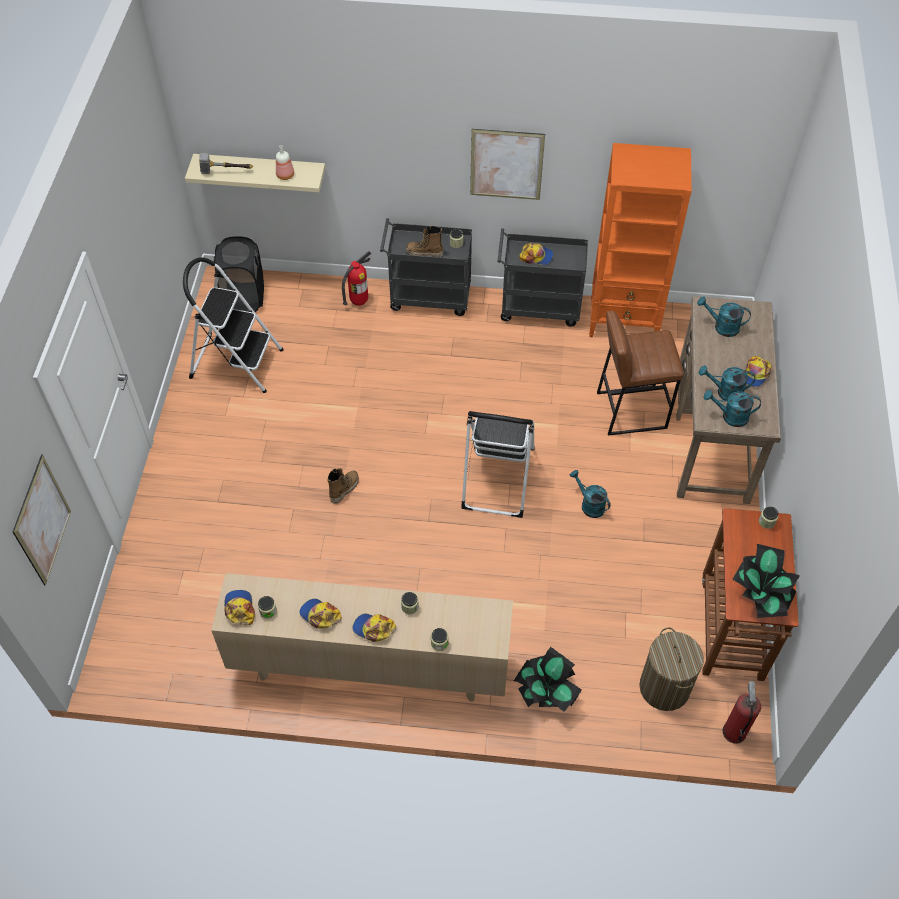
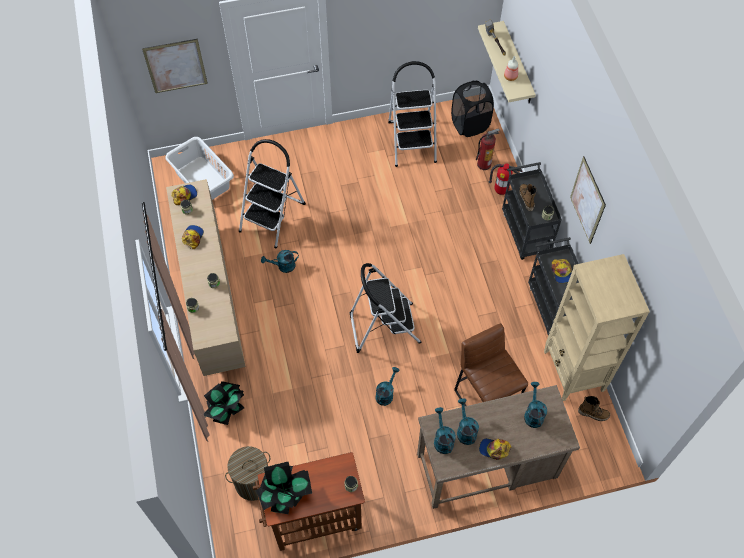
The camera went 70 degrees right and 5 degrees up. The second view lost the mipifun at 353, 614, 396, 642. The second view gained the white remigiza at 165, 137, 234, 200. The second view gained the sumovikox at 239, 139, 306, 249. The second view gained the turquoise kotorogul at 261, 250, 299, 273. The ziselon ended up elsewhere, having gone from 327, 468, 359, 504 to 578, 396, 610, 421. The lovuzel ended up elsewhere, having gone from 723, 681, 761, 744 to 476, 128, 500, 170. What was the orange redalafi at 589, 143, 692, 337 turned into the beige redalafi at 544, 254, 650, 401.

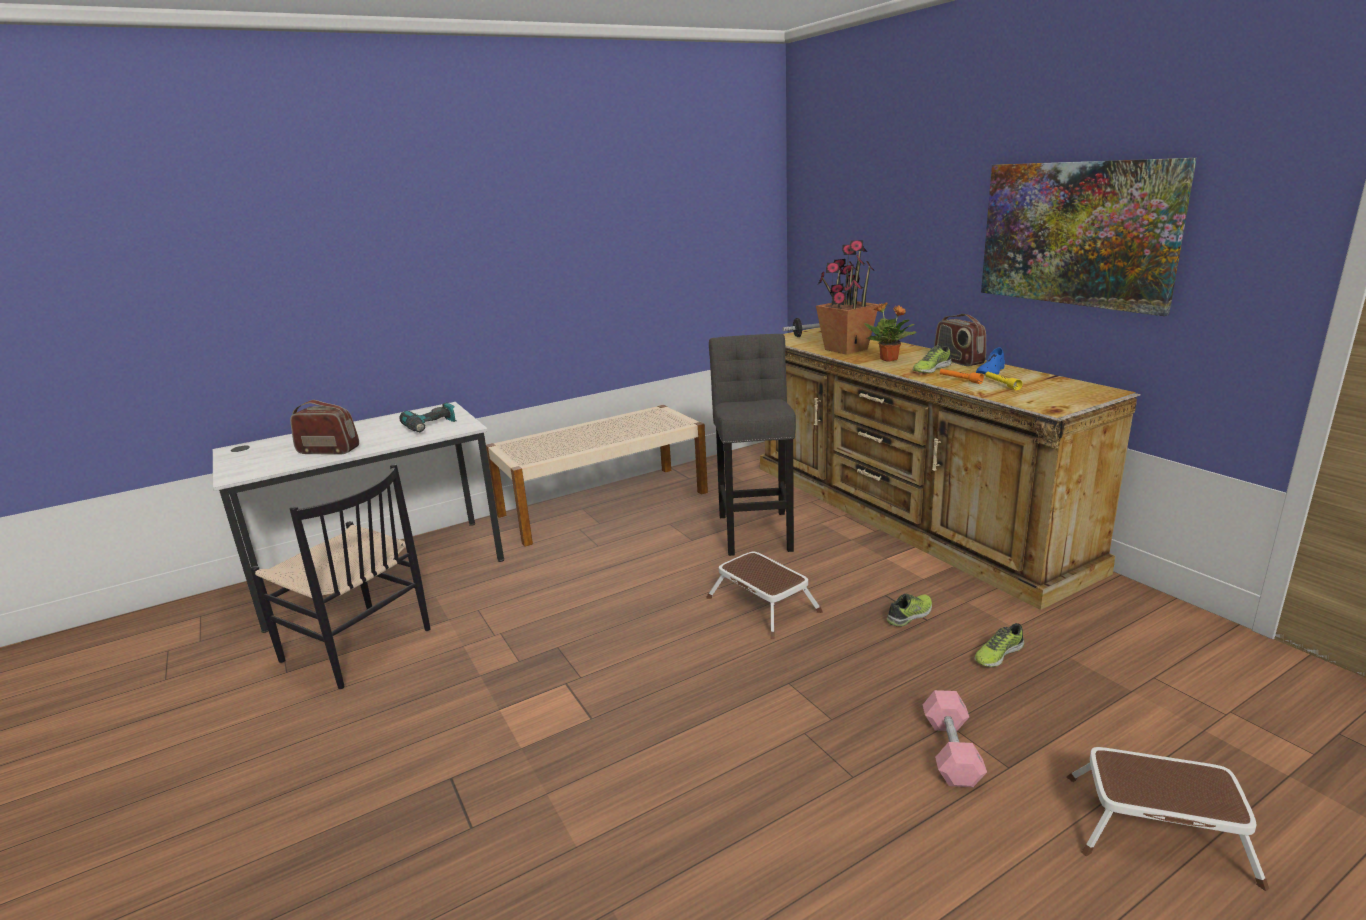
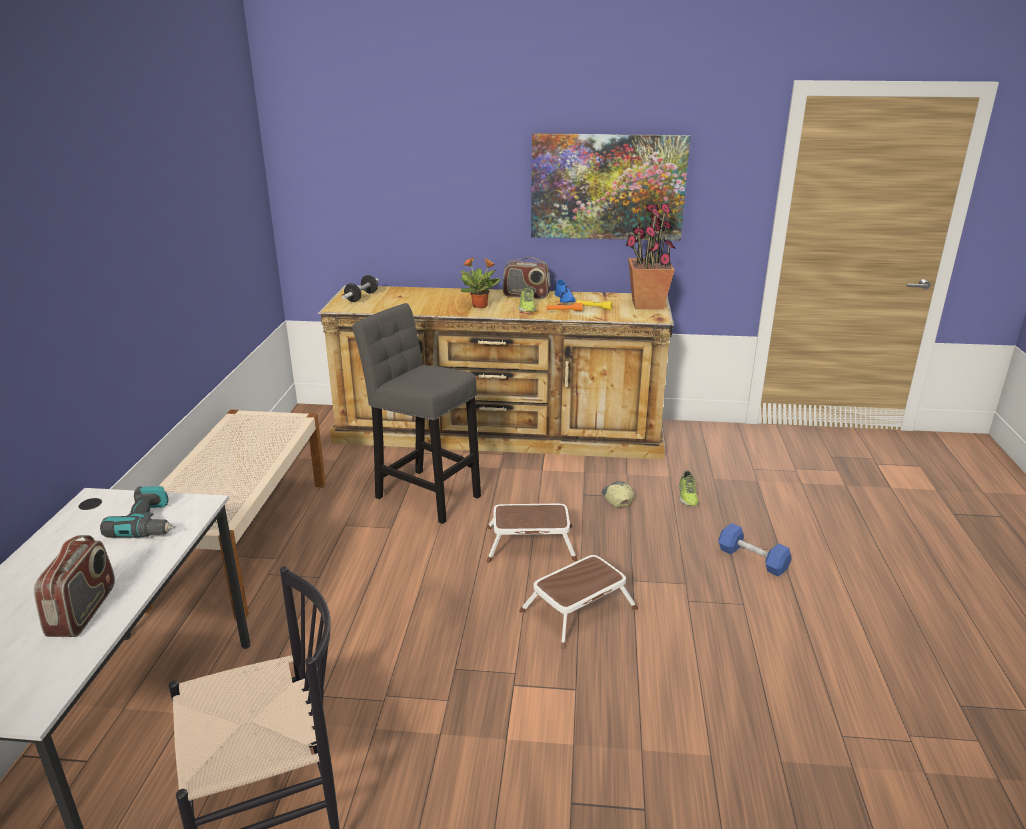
The camera went 55 degrees left and 5 degrees up. The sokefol ended up elsewhere, having gone from 816, 240, 879, 355 to 626, 203, 676, 309. The brown sumovikox ended up elsewhere, having gone from 1067, 747, 1269, 891 to 519, 555, 638, 649. Where the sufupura stood at 887, 594, 932, 627, the mipifun came to stand at 602, 481, 634, 508. What was the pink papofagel at 923, 690, 987, 787 turned into the blue papofagel at 718, 523, 792, 576. The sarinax at 290, 400, 359, 455 ended up facing another way, 135 degrees clockwise from before.

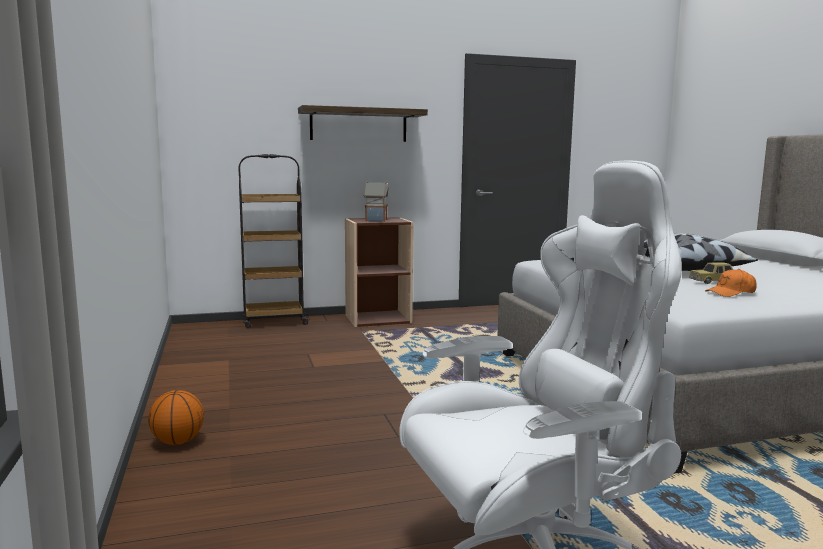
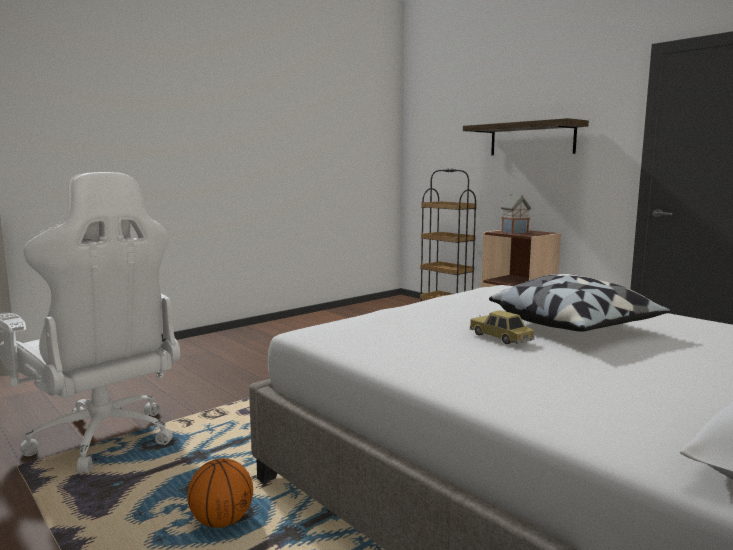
The camera went 65 degrees right and 0 degrees up. The second view lost the orange mipifun at 705, 269, 756, 297. The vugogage ended up elsewhere, having gone from 148, 390, 204, 445 to 187, 458, 253, 528.

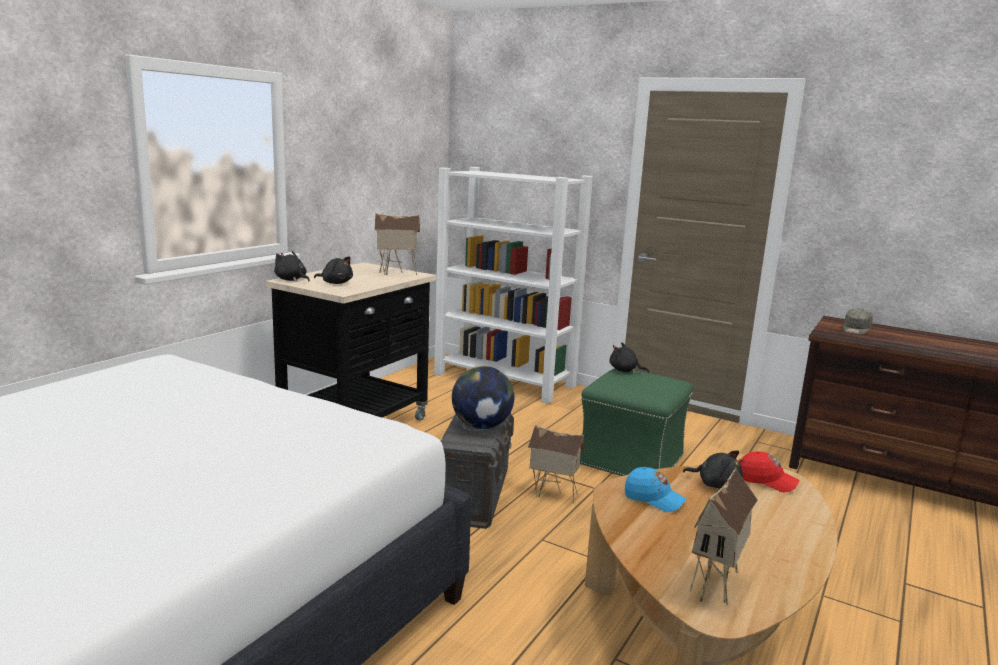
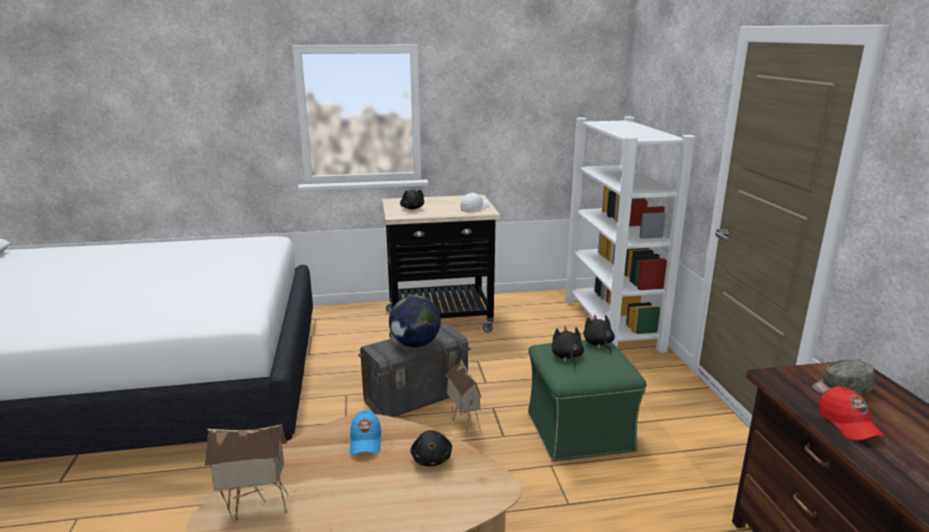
The camera went 50 degrees right and 5 degrees up. The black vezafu ended up elsewhere, having gone from 274, 251, 310, 282 to 552, 326, 584, 367. The red mipifun ended up elsewhere, having gone from 740, 451, 800, 492 to 818, 387, 885, 440. Where the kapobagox stood at 374, 213, 420, 275, the white mipifun came to stand at 460, 193, 490, 212.

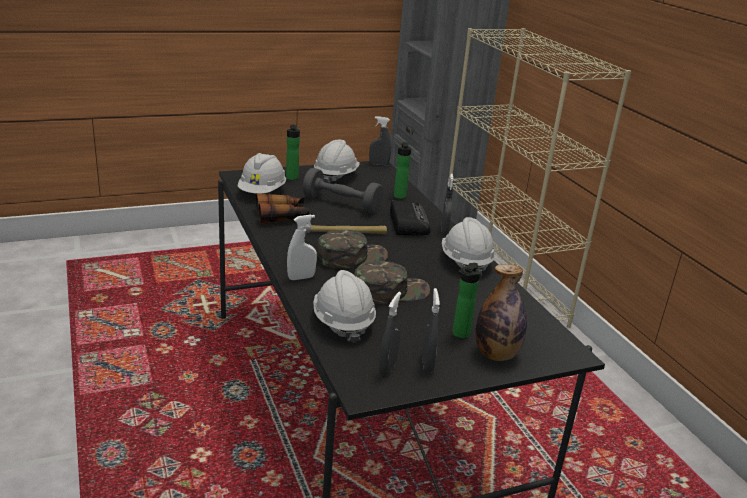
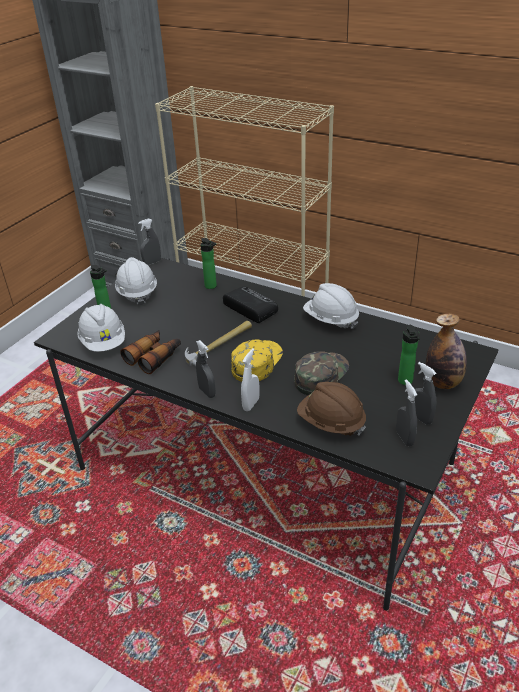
The camera went 35 degrees left and 10 degrees up. The second view lost the grey papofagel at 303, 168, 383, 214. The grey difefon ended up elsewhere, having gone from 441, 174, 454, 234 to 196, 340, 216, 398. What was the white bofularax at 313, 270, 376, 343 turned into the brown bofularax at 297, 382, 366, 436. What was the green mipifun at 317, 230, 388, 268 turned into the yellow mipifun at 231, 339, 283, 382.

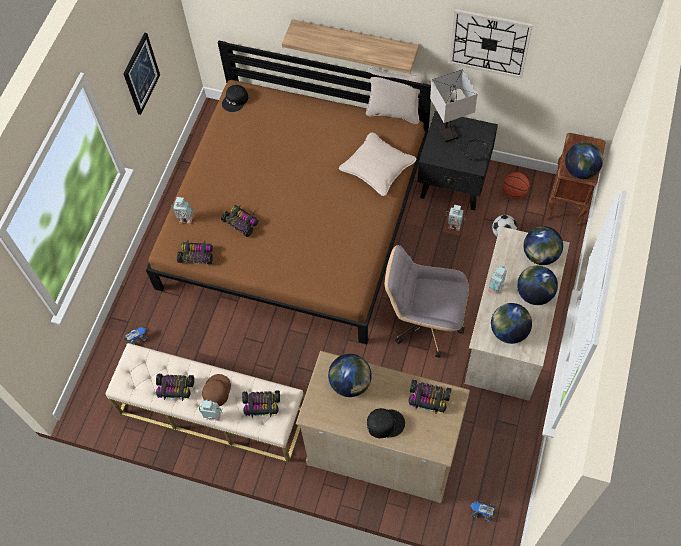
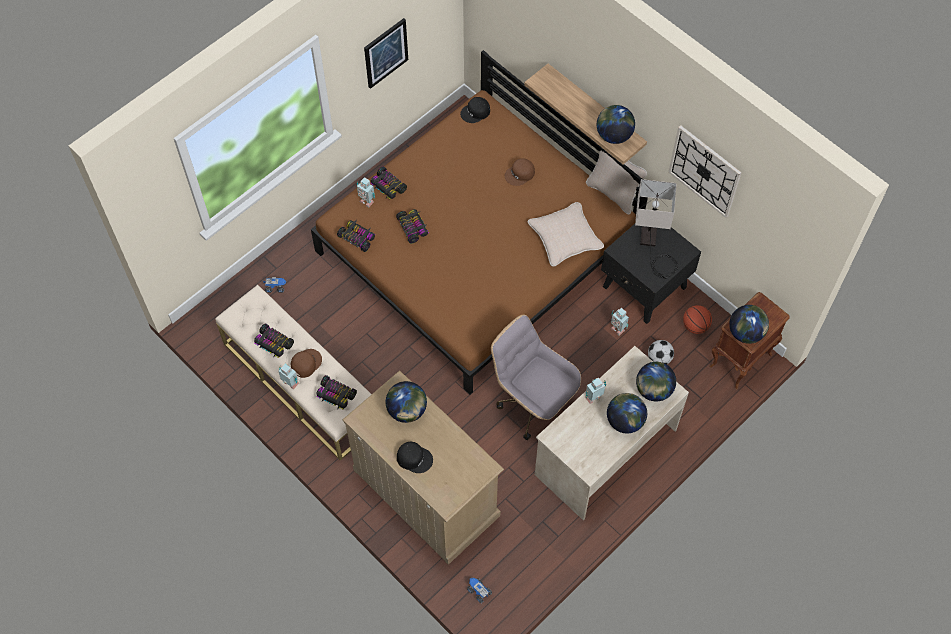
The camera went 25 degrees right and 0 degrees up. The second view gained the brown mipifun at 505, 158, 535, 186. The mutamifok ended up elsewhere, having gone from 409, 380, 451, 414 to 370, 167, 407, 199. The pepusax ended up elsewhere, having gone from 491, 303, 532, 344 to 597, 105, 635, 144.

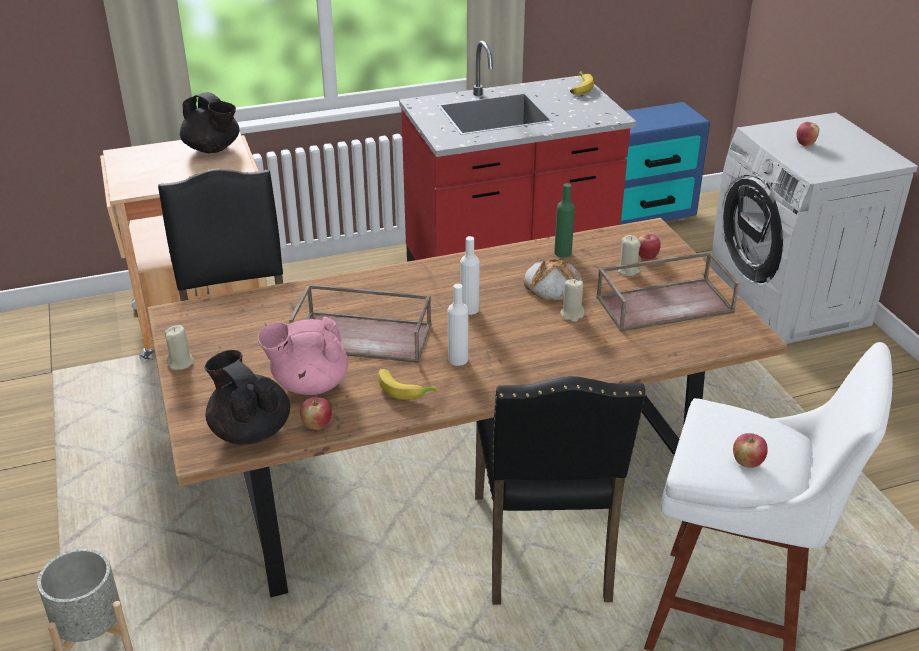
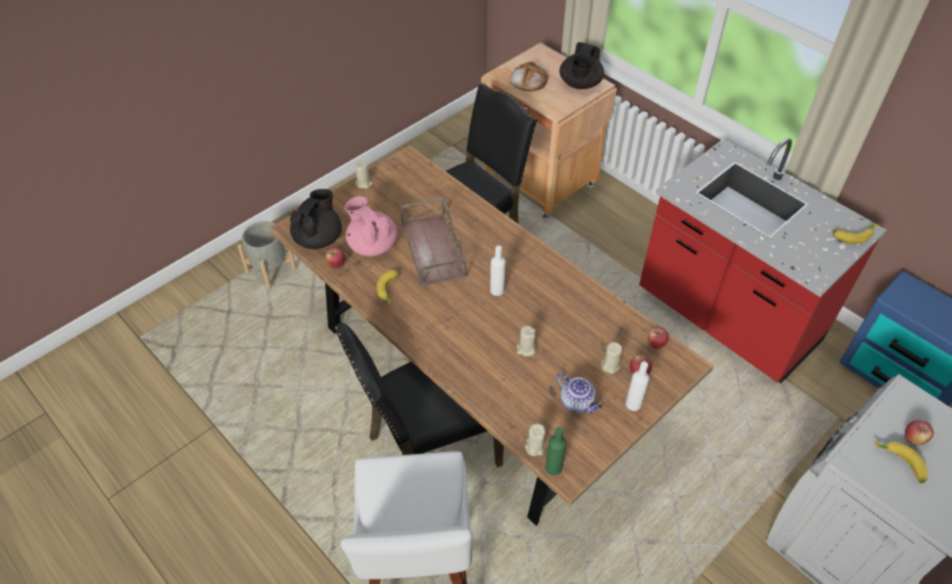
The camera went 65 degrees right and 15 degrees up. The second view gained the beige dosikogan at 525, 424, 545, 456. The second view gained the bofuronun at 874, 441, 928, 483. The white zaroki ended up elsewhere, having gone from 448, 284, 468, 366 to 626, 361, 649, 411. The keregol ended up elsewhere, having gone from 523, 259, 583, 301 to 510, 62, 548, 91. The green zaroki ended up elsewhere, having gone from 554, 183, 575, 257 to 545, 427, 566, 475. The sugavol ended up elsewhere, having gone from 733, 433, 768, 468 to 647, 326, 669, 349. Where the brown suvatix stood at 596, 251, 739, 332, the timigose came to stand at 556, 372, 602, 413.

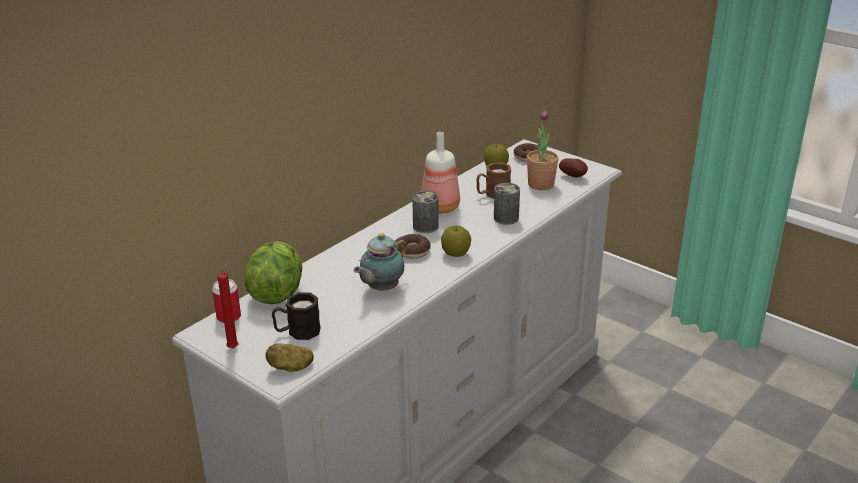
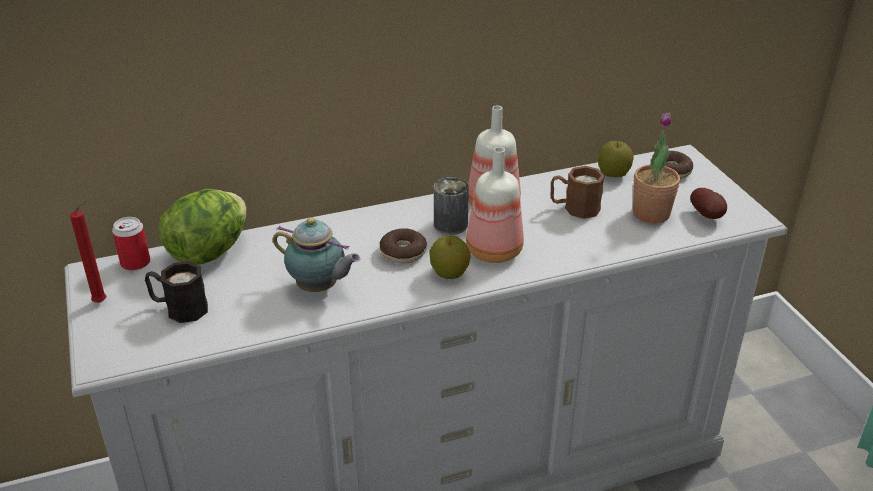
The camera went 30 degrees right and 5 degrees up. The second view lost the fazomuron at 265, 343, 314, 372. The second view lost the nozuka at 494, 183, 520, 225. The second view gained the zaroki at 466, 147, 524, 263. The timigose at 353, 233, 407, 291 ended up facing another way, 135 degrees counterclockwise from before.

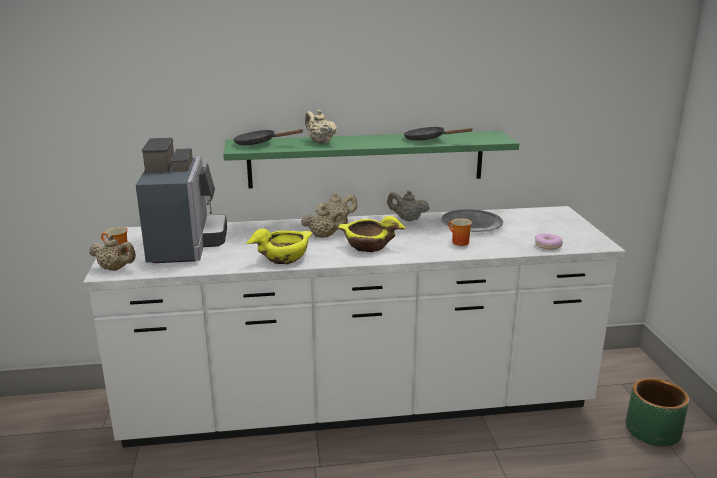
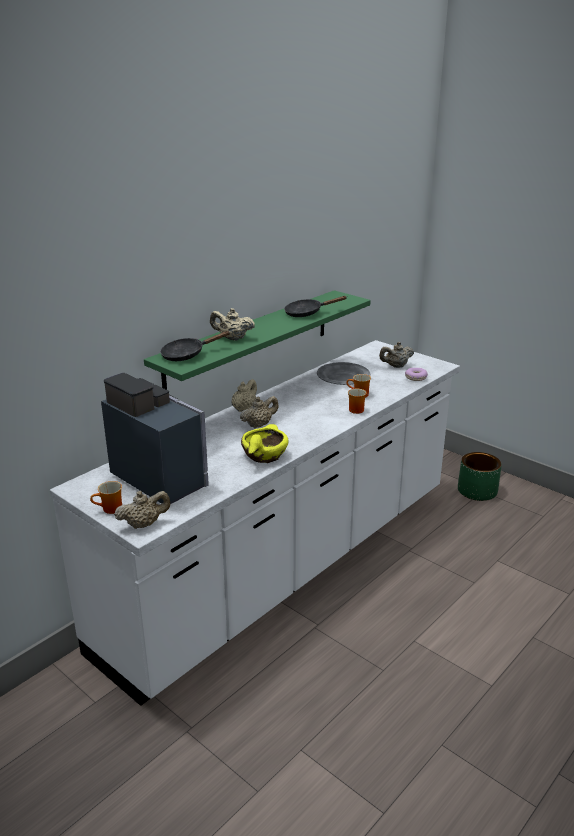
The camera went 40 degrees left and 5 degrees up. The second view lost the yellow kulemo at 338, 216, 406, 252. The second view gained the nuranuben at 348, 389, 367, 414. The beige timigose ended up elsewhere, having gone from 387, 190, 430, 222 to 379, 342, 414, 368.

